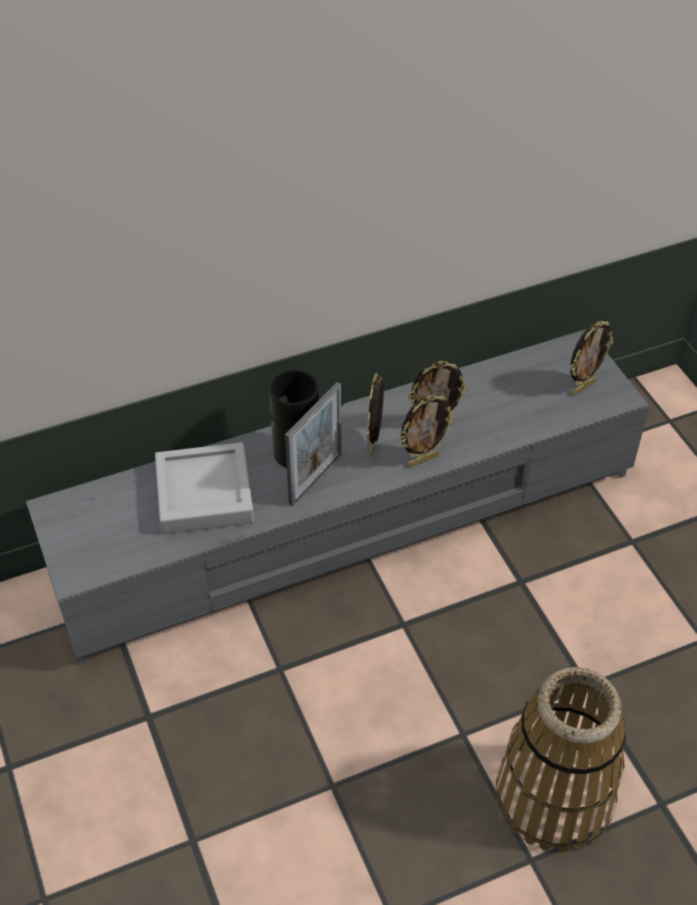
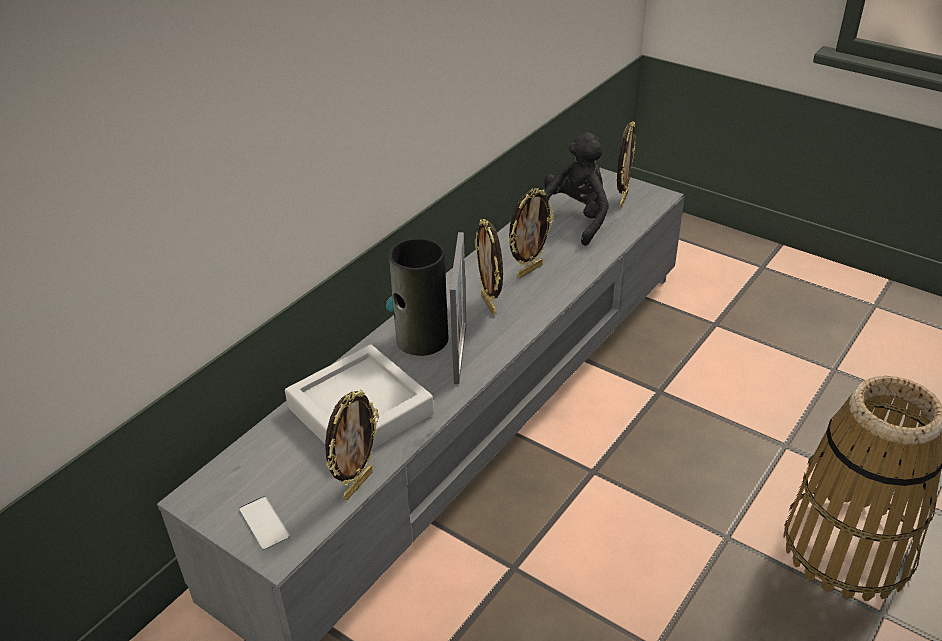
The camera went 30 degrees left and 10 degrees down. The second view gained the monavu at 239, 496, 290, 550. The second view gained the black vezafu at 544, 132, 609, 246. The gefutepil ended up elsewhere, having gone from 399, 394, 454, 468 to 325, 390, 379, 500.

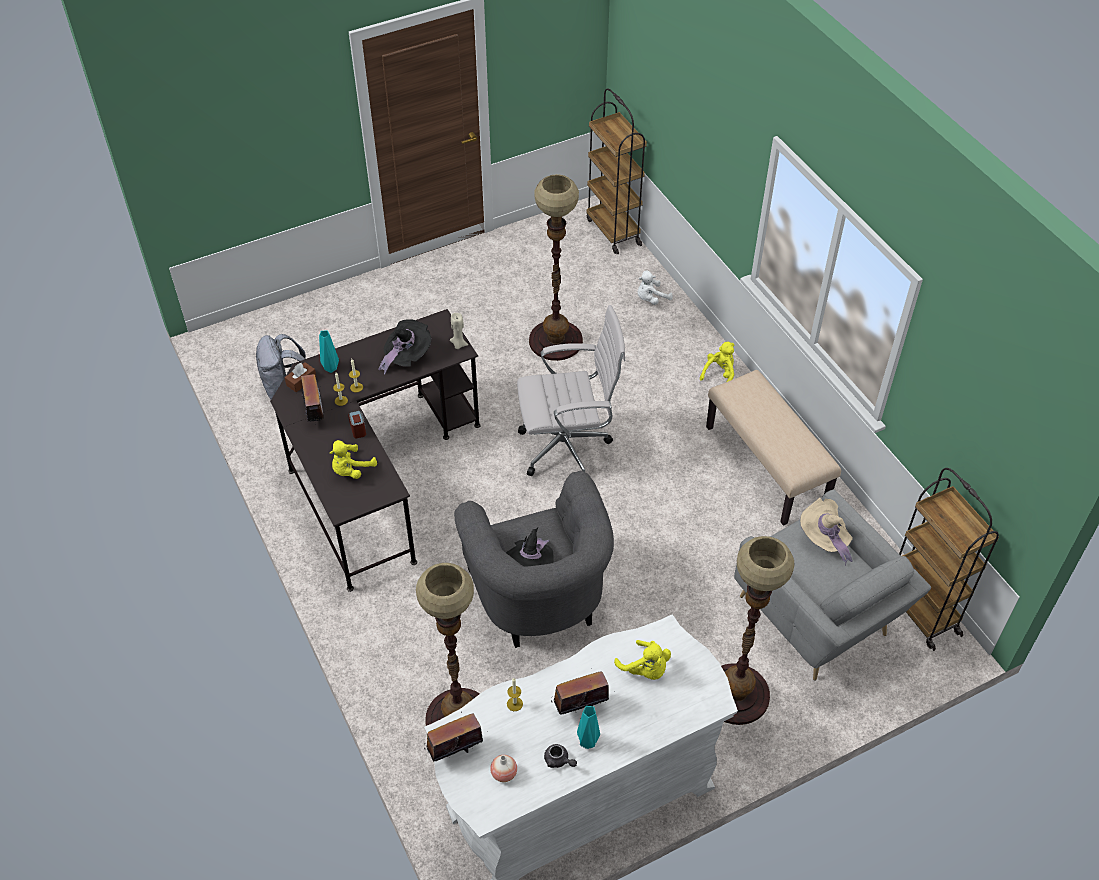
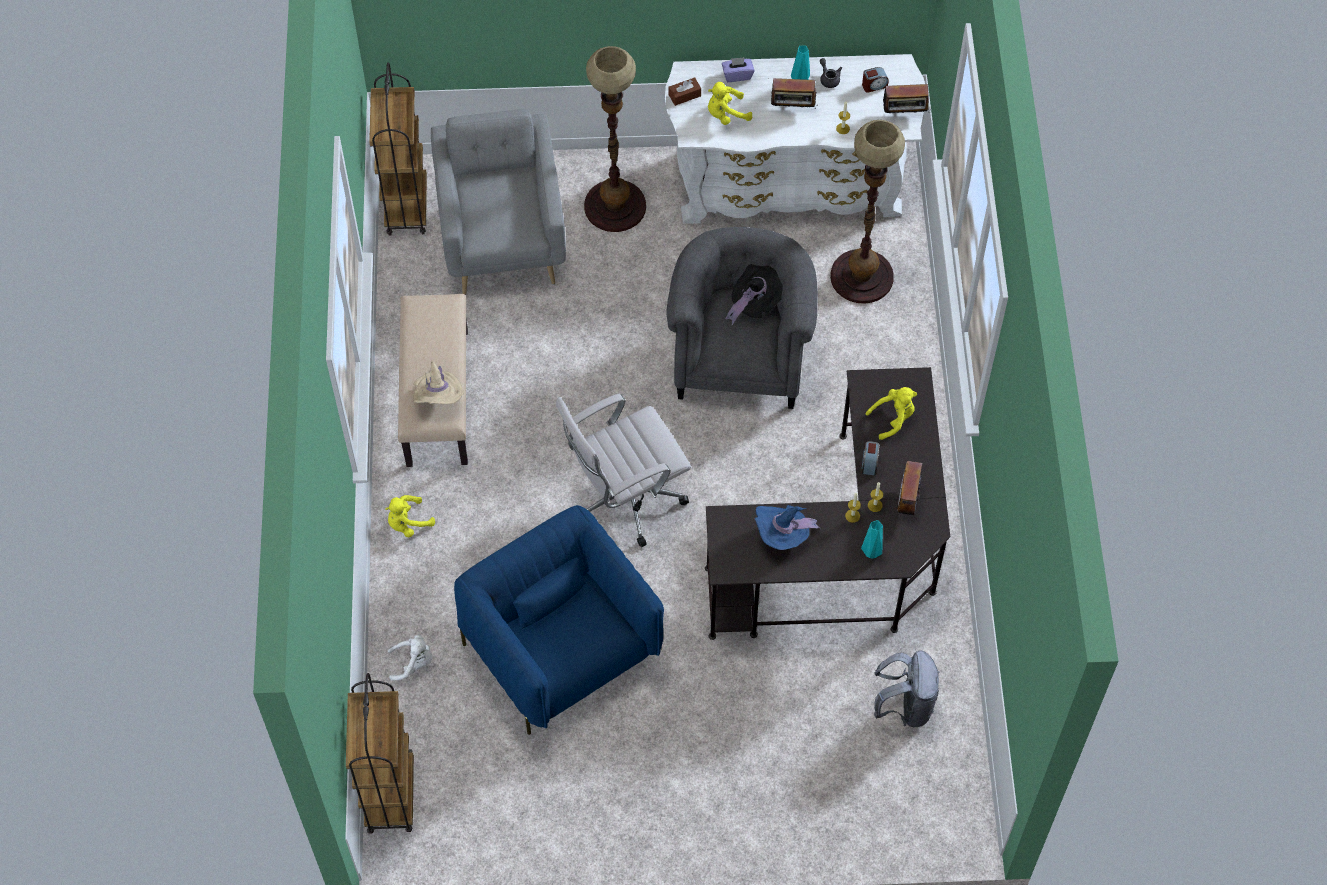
The camera went 155 degrees left and 10 degrees up. The second view lost the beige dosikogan at 450, 313, 468, 349. The second view gained the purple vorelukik at 722, 57, 755, 82. The brown vorelukik ended up elsewhere, having gone from 285, 362, 316, 392 to 668, 77, 701, 106. The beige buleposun ended up elsewhere, having gone from 800, 498, 853, 566 to 413, 360, 464, 404. Where the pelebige stood at 490, 755, 517, 782, the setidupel came to stand at 862, 67, 889, 93. Where the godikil stood at 529, 174, 583, 361, the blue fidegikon came to stand at 454, 505, 664, 735. What was the black buleposun at 378, 319, 432, 375 turned into the blue buleposun at 754, 505, 821, 550. The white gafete at 517, 305, 626, 476 ended up facing another way, 45 degrees counterclockwise from before. The yellow vezafu at 614, 640, 671, 680 ended up facing another way, 90 degrees counterclockwise from before.

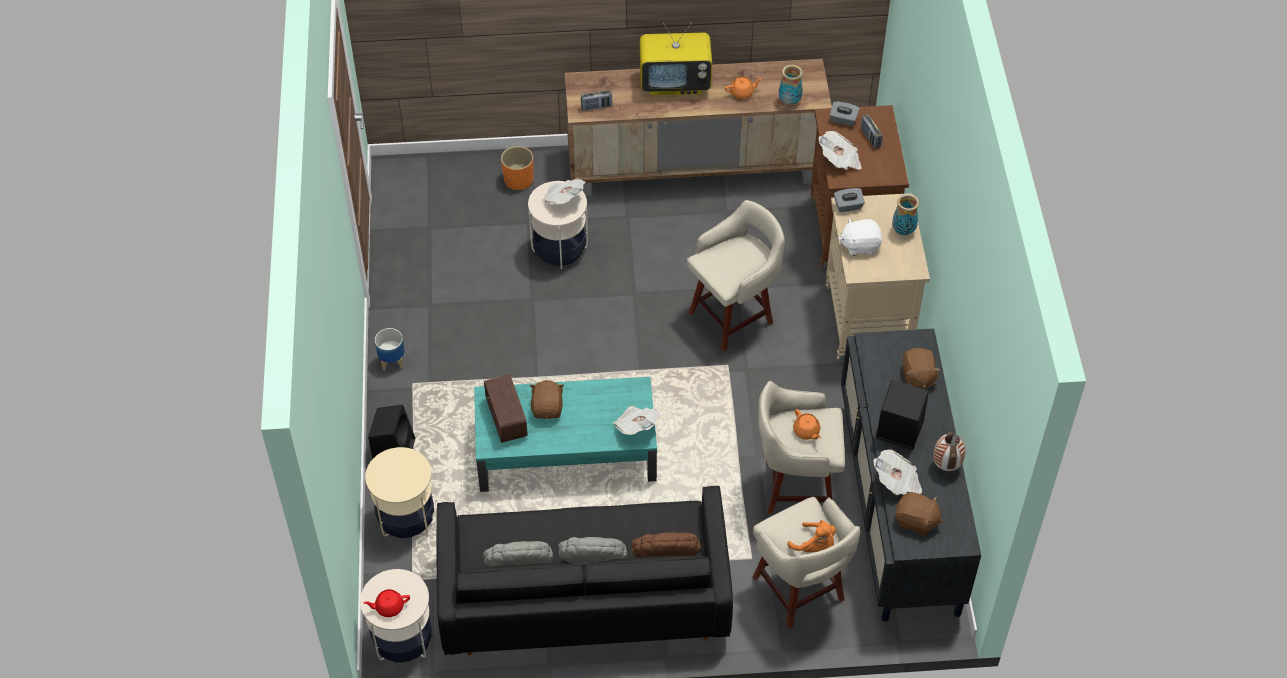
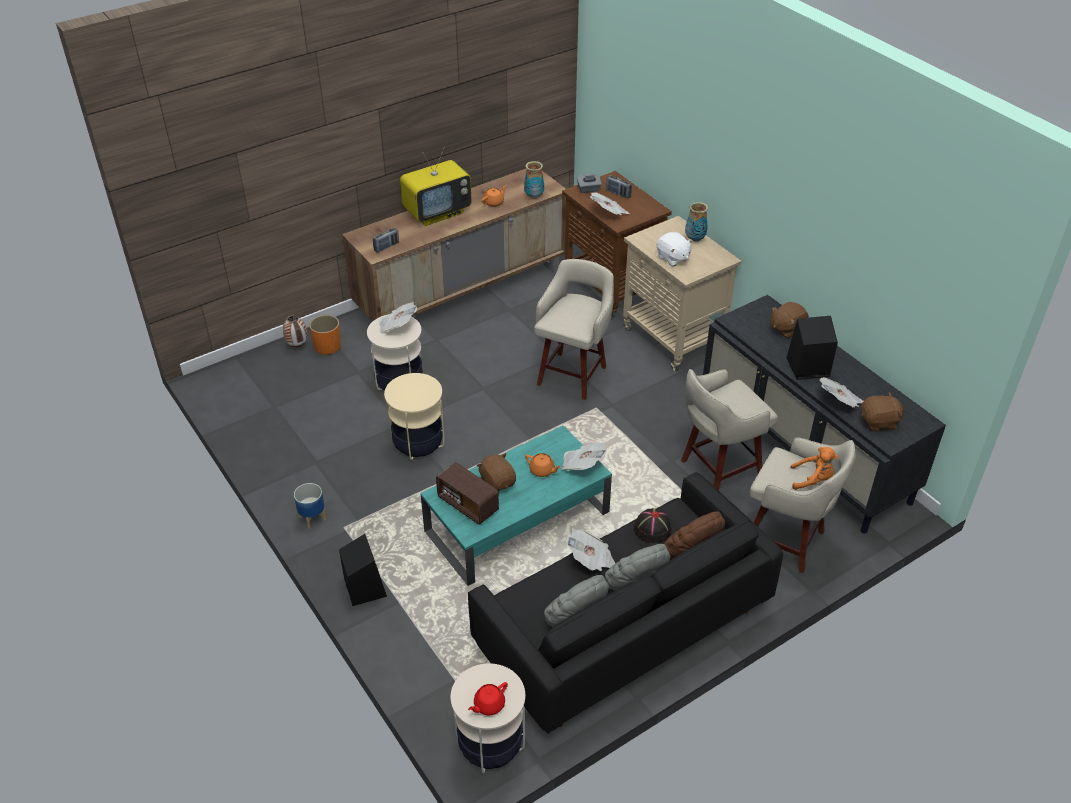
The camera went 30 degrees left and 10 degrees down. The second view lost the grey vorelukik at 834, 188, 865, 212. The second view gained the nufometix at 566, 529, 615, 571. The second view gained the black buleposun at 634, 508, 672, 543. The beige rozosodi ended up elsewhere, having gone from 365, 447, 434, 538 to 384, 373, 445, 460. The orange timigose ended up elsewhere, having gone from 793, 409, 821, 440 to 525, 453, 561, 477. The pelebige ended up elsewhere, having gone from 933, 432, 966, 471 to 283, 315, 308, 347. The white vezafu at 838, 218, 882, 256 ended up facing another way, 90 degrees counterclockwise from before. The brown vezafu at 902, 348, 941, 389 ended up facing another way, 90 degrees clockwise from before.

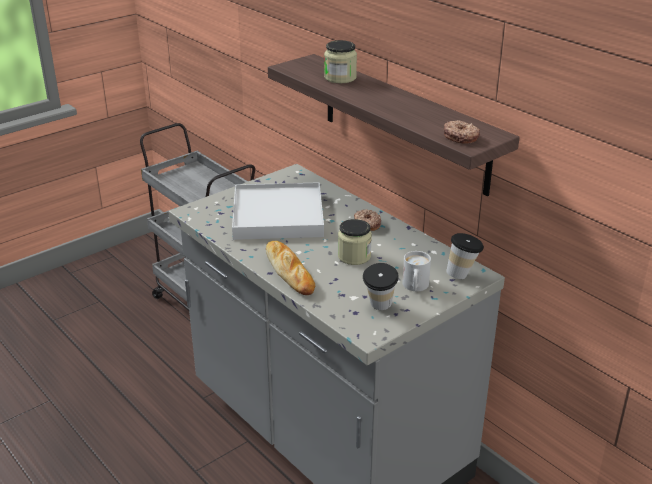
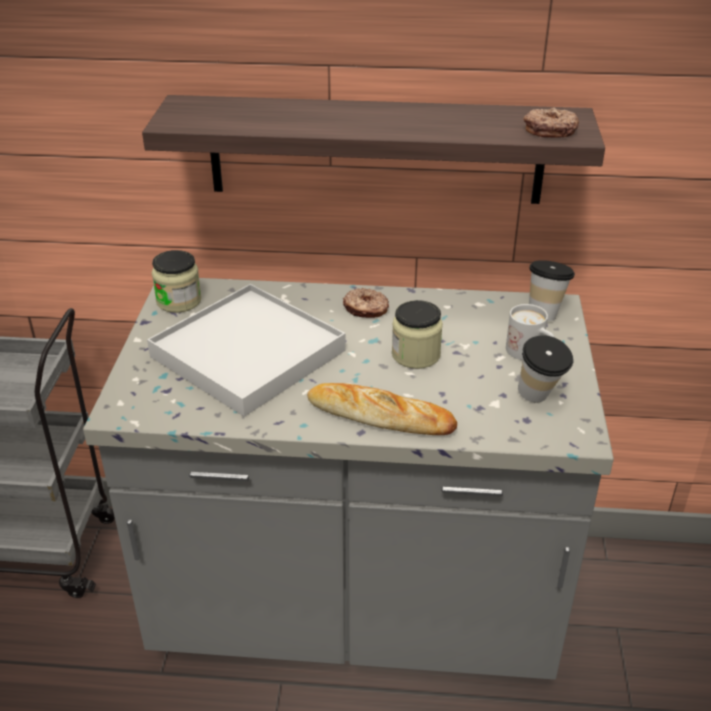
The camera went 45 degrees left and 5 degrees up. The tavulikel ended up elsewhere, having gone from 324, 40, 357, 83 to 152, 250, 202, 313.

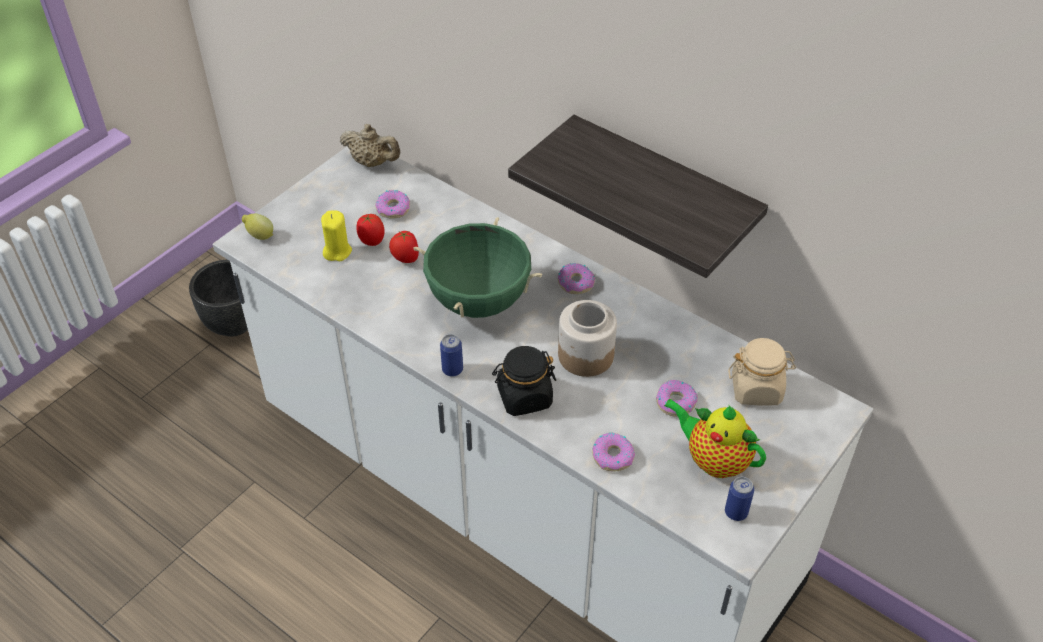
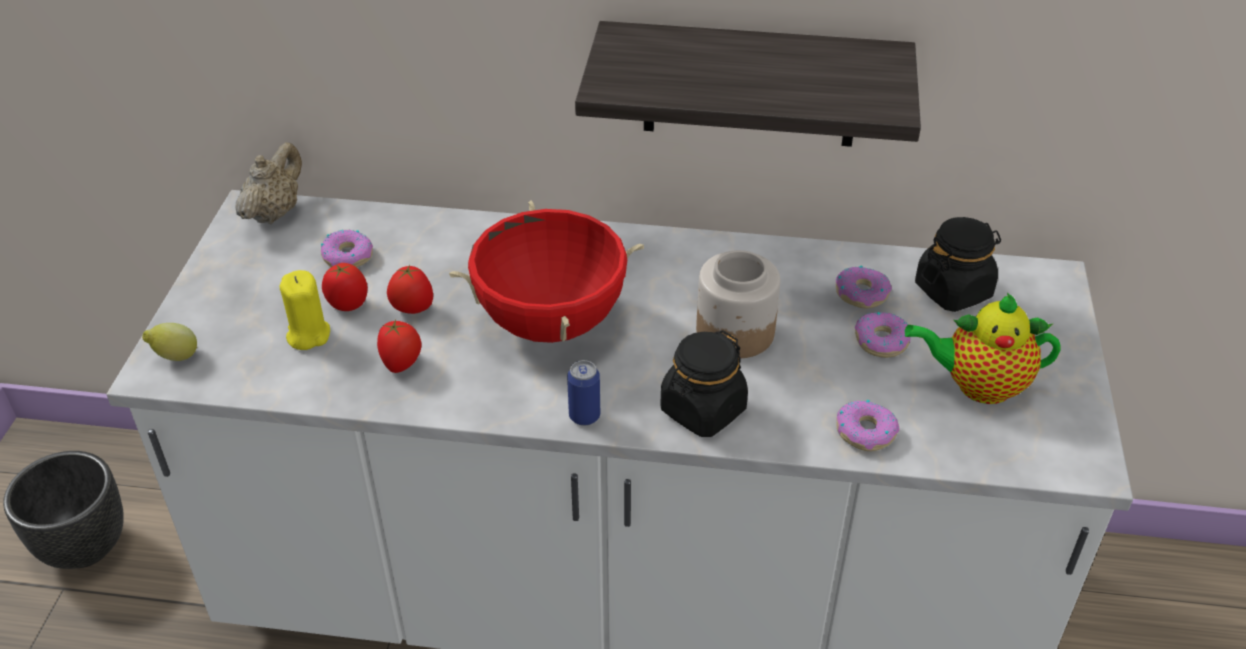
The camera went 30 degrees left and 5 degrees down. The second view lost the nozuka at 725, 477, 754, 521. The second view gained the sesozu at 377, 319, 421, 373. The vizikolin ended up elsewhere, having gone from 558, 263, 595, 294 to 836, 265, 892, 308. What was the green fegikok at 413, 217, 542, 318 turned into the red fegikok at 449, 201, 644, 343. What was the beige tavulikel at 728, 338, 796, 406 turned into the black tavulikel at 915, 217, 1001, 312. The beige timigose at 340, 124, 400, 167 ended up facing another way, 60 degrees counterclockwise from before.

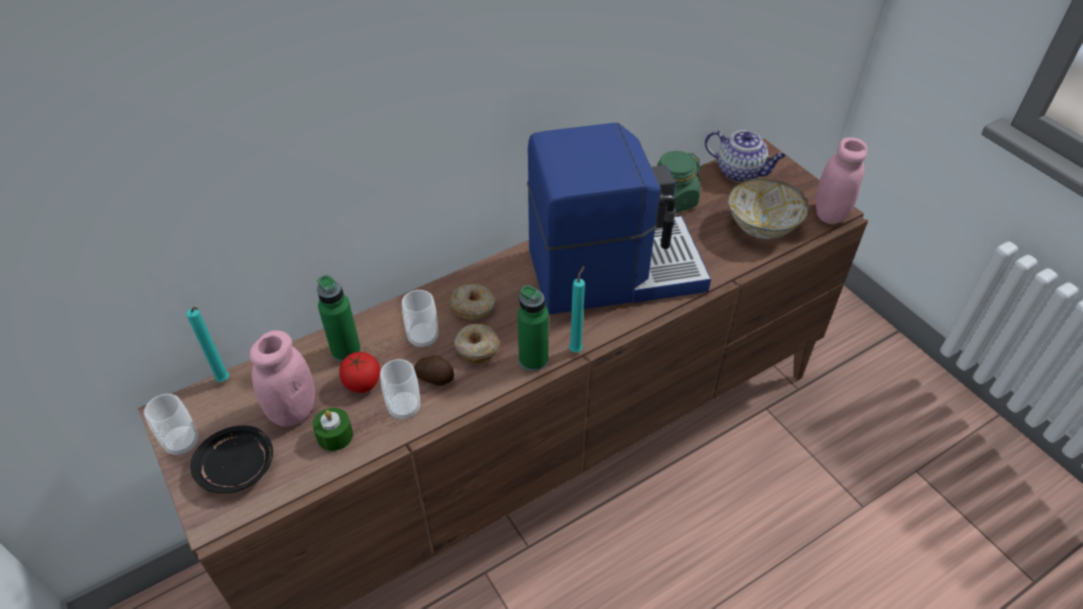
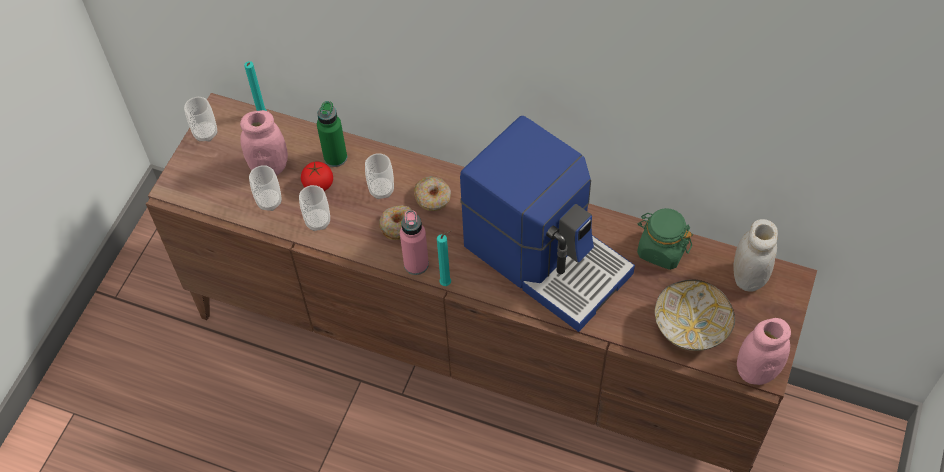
The camera went 55 degrees right and 10 degrees up. The second view lost the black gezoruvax at 190, 426, 273, 493. The second view lost the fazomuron at 414, 355, 454, 385. Where the green dosikogan stood at 313, 408, 353, 451, the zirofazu came to stand at 249, 165, 282, 211. Where the timigose stood at 705, 130, 786, 182, the white tavulikel came to stand at 733, 219, 778, 292. What was the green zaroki at 517, 285, 549, 371 turned into the pink zaroki at 400, 210, 429, 275.

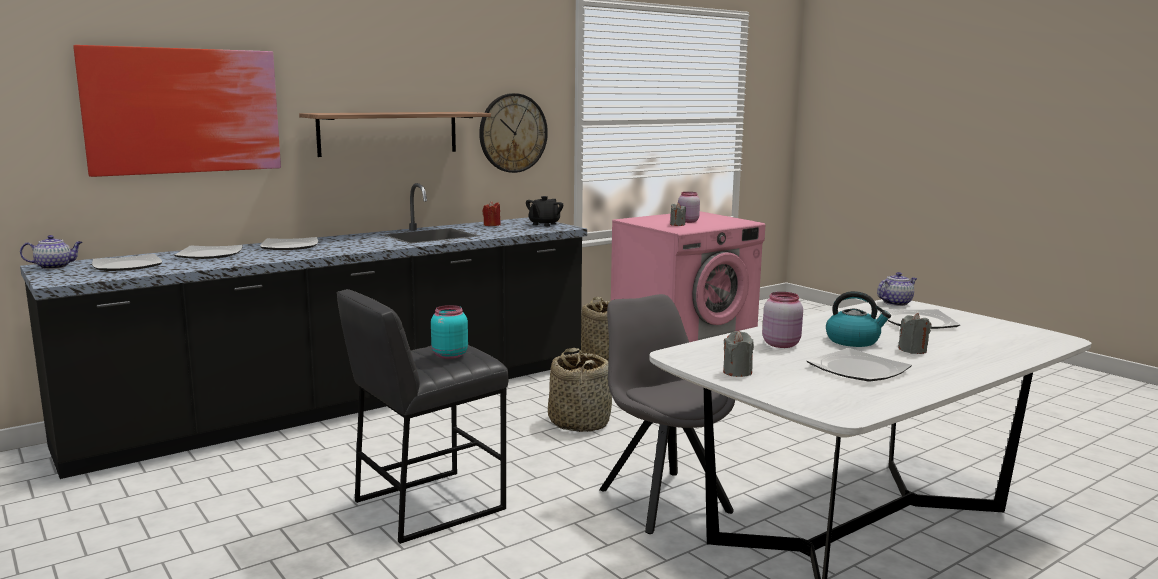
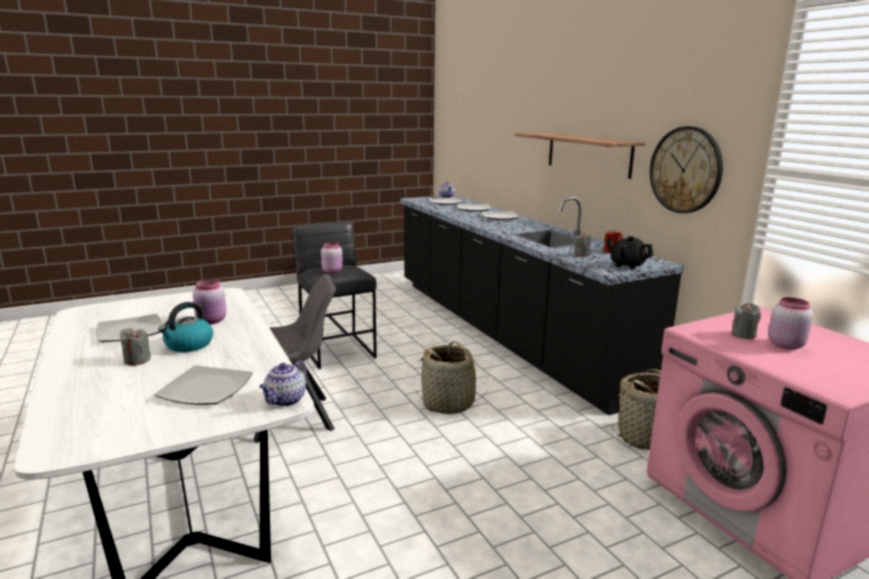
The camera went 100 degrees right and 5 degrees up. The second view lost the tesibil at 73, 45, 281, 177. The grey dosikogan ended up elsewhere, having gone from 723, 331, 754, 377 to 574, 232, 592, 257. What was the turquoise tavulikel at 431, 305, 468, 359 turned into the pink tavulikel at 321, 242, 343, 273. The timigose at 877, 272, 917, 306 ended up facing another way, 45 degrees clockwise from before.

